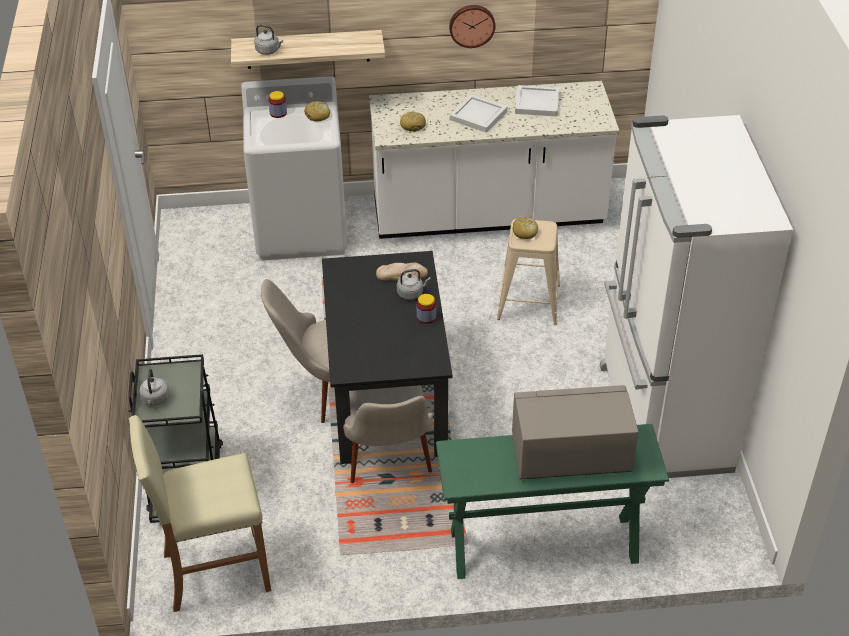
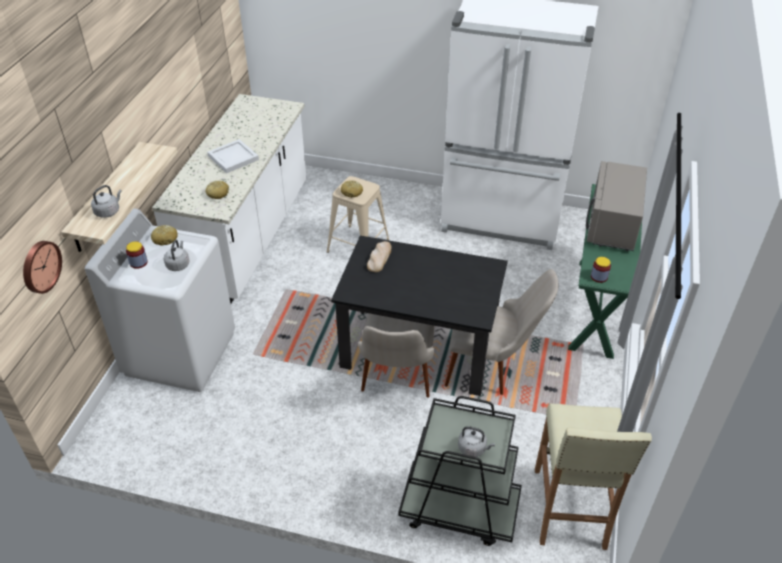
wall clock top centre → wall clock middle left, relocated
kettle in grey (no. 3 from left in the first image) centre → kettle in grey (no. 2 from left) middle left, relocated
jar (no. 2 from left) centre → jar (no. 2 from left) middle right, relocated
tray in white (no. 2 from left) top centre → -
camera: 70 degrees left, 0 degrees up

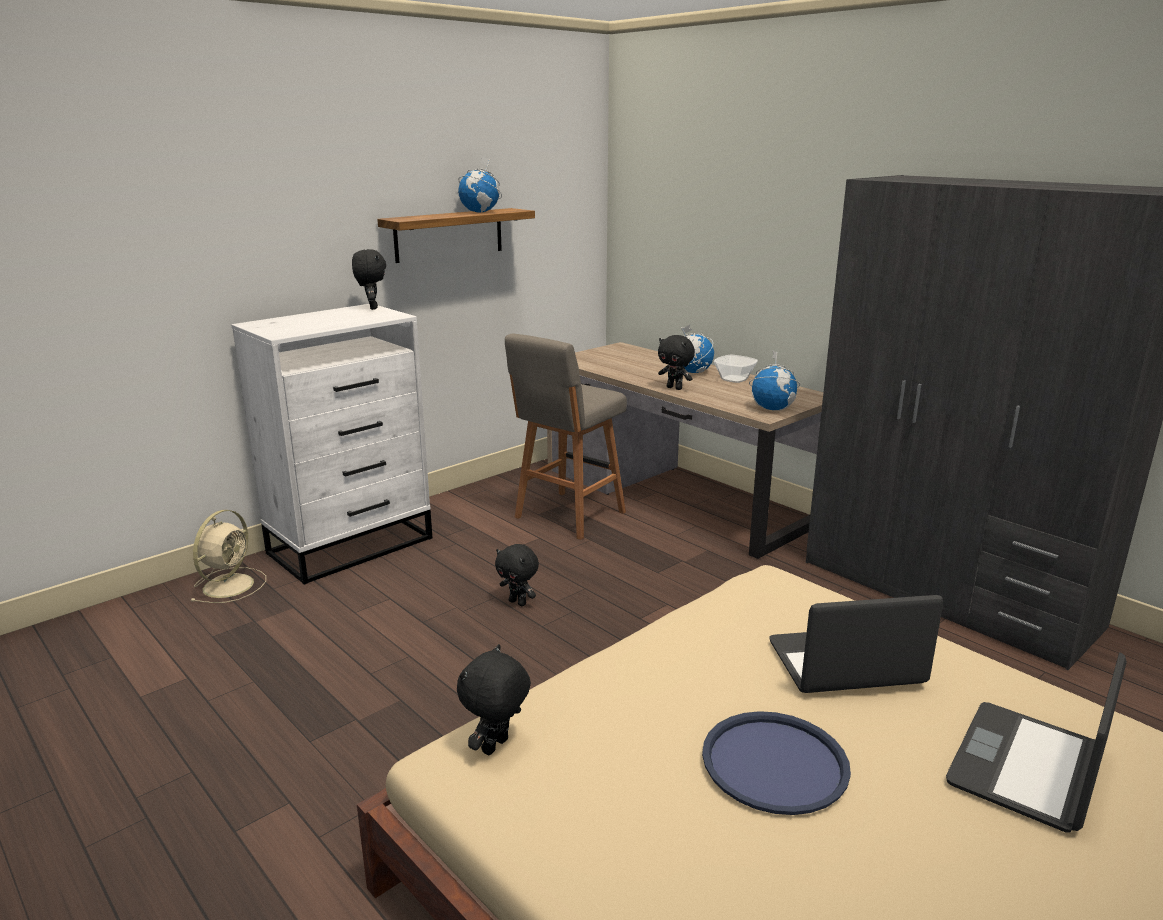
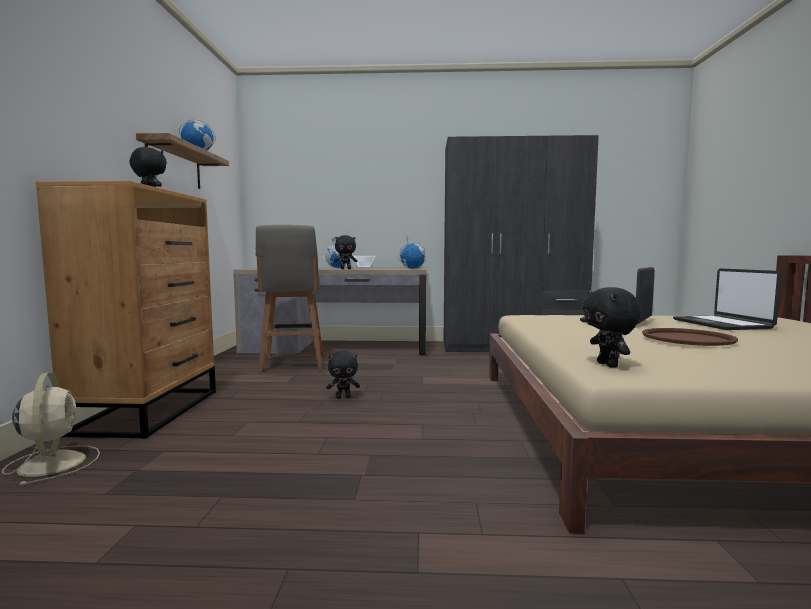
dresser in white middle left → dresser in brown middle left
tray in blue bottom right → tray in brown middle right
camera: 45 degrees left, 15 degrees down

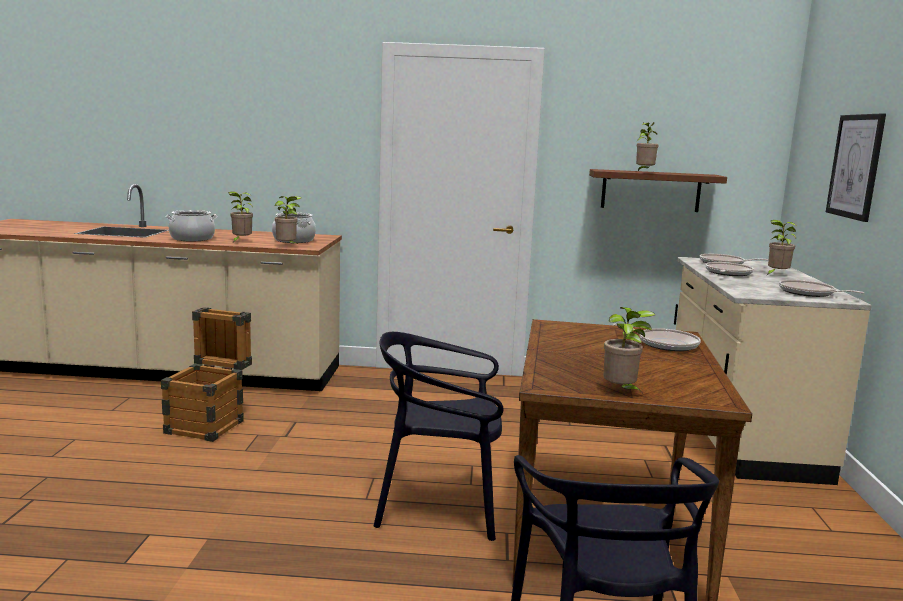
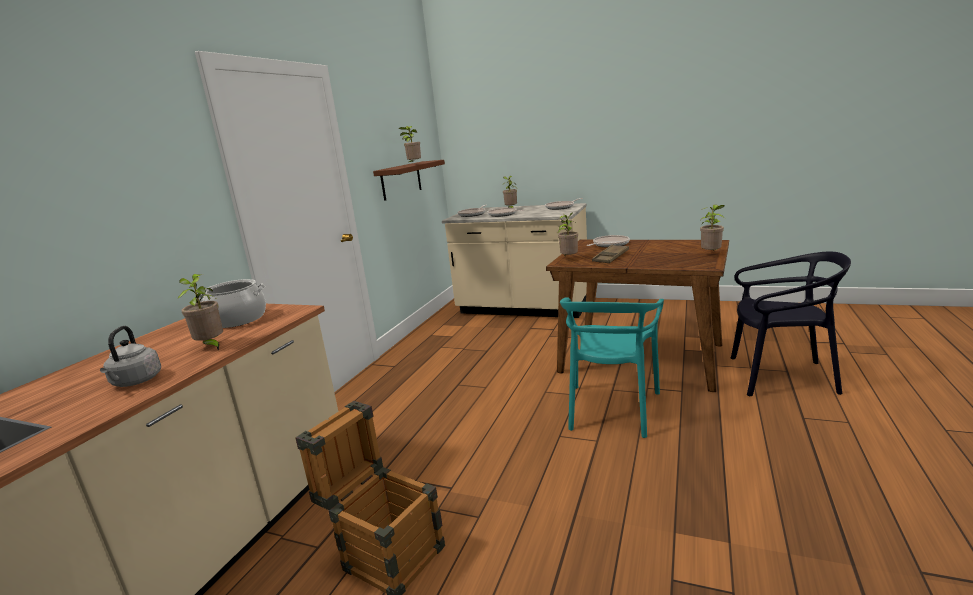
cooking pot (no. 1 from left) middle left → kettle in grey middle left
potted plant (no. 2 from left in the first image) middle left → potted plant (no. 4 from left) centre, relocated
chair in black (no. 1 from left) bottom centre → chair in turquoise centre
- → tray in brown centre
picture top right → -
camera: 70 degrees left, 5 degrees up

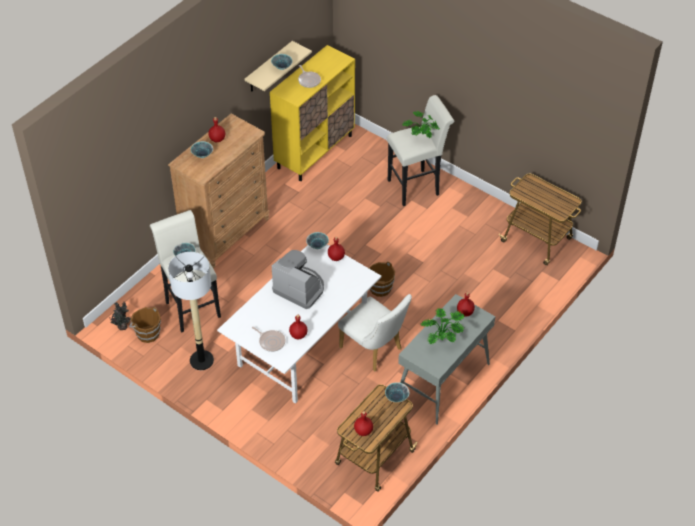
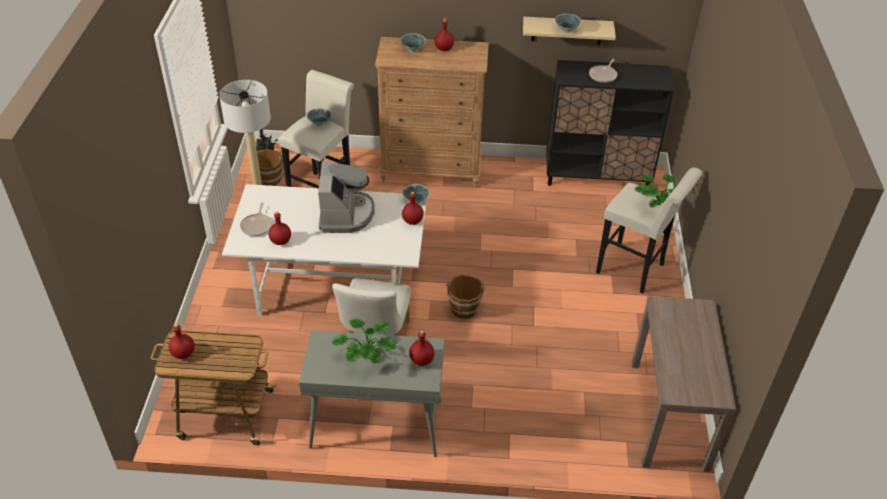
cabinet in yellow top centre → cabinet in black top right
cart (no. 2 from left) middle right → console table in brown bottom right
bowl (no. 5 from left) bottom centre → -
camera: 55 degrees right, 5 degrees down

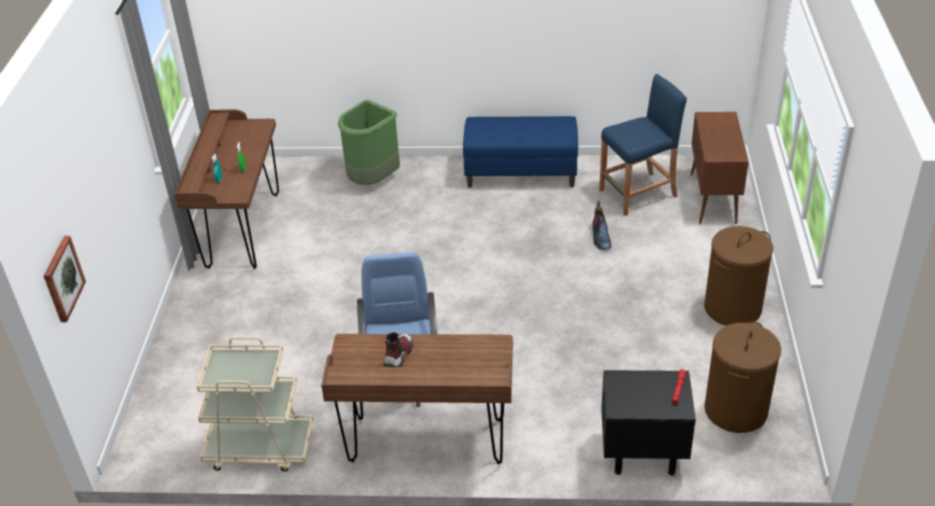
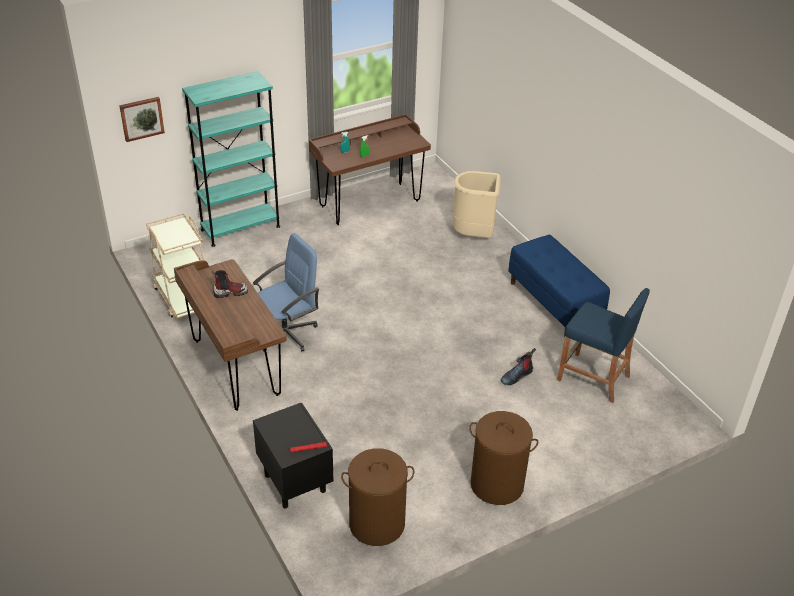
- → bookcase in turquoise top left
trash can in green top centre → trash can in beige centre
cabinet in brown top right → -
camera: 55 degrees right, 0 degrees up

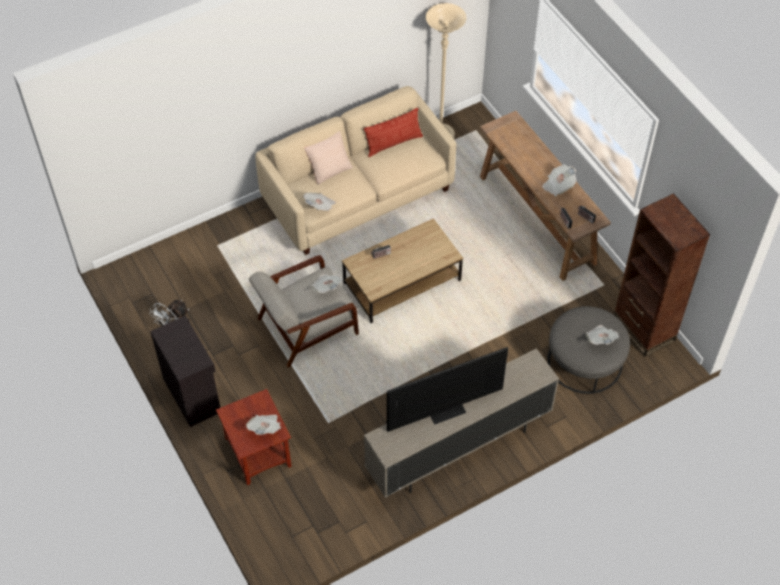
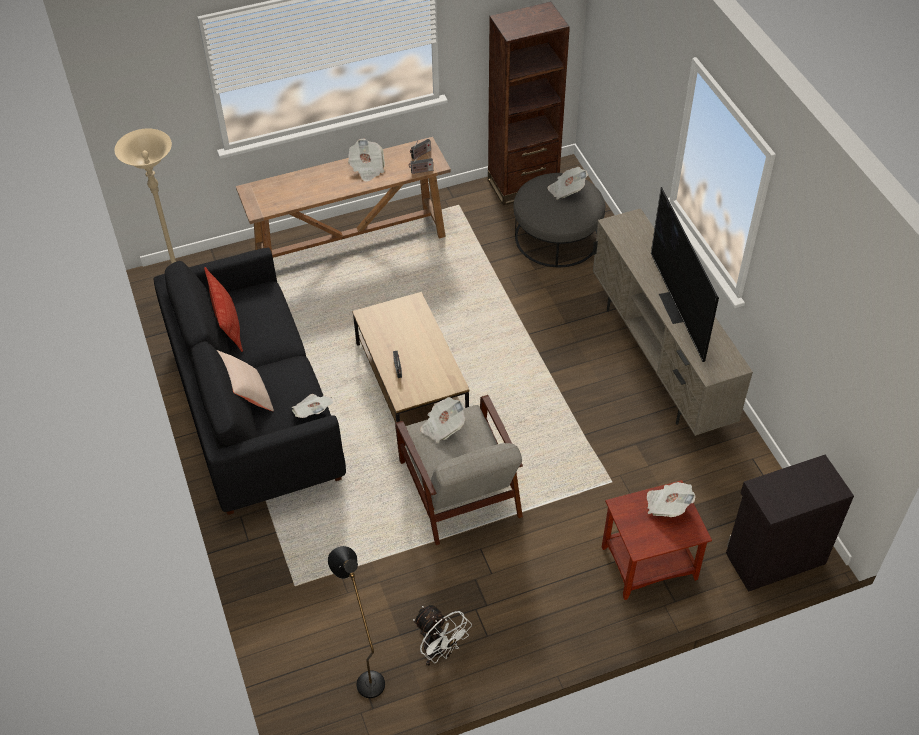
sofa in beige top centre → sofa in black middle left
- → floor lamp in black bottom centre
cabinet in black middle left → cabinet in black bottom right, relocated
camera: 80 degrees left, 5 degrees down

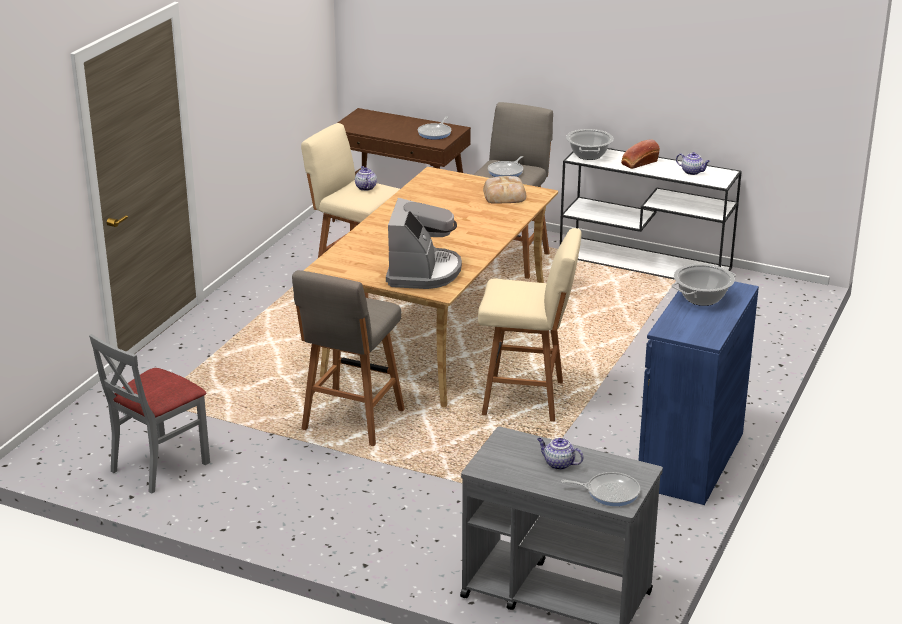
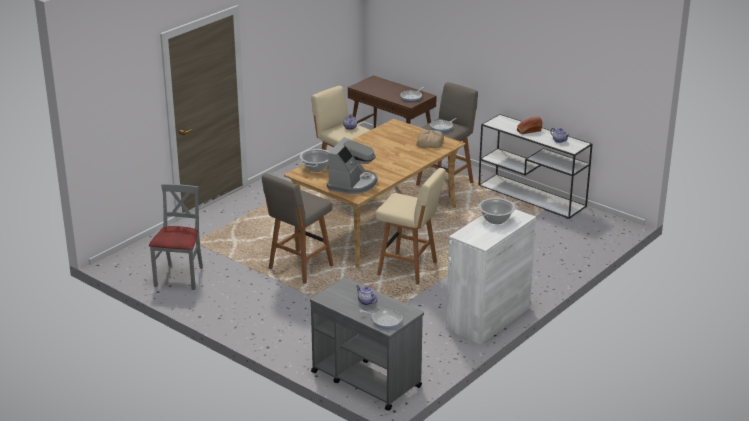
chair in grey middle left, 135 degrees clockwise
cooking pot (no. 1 from left) top centre → cooking pot (no. 1 from left) centre, relocated
cabinet in blue middle right → cabinet in white centre
camera: 15 degrees right, 0 degrees up

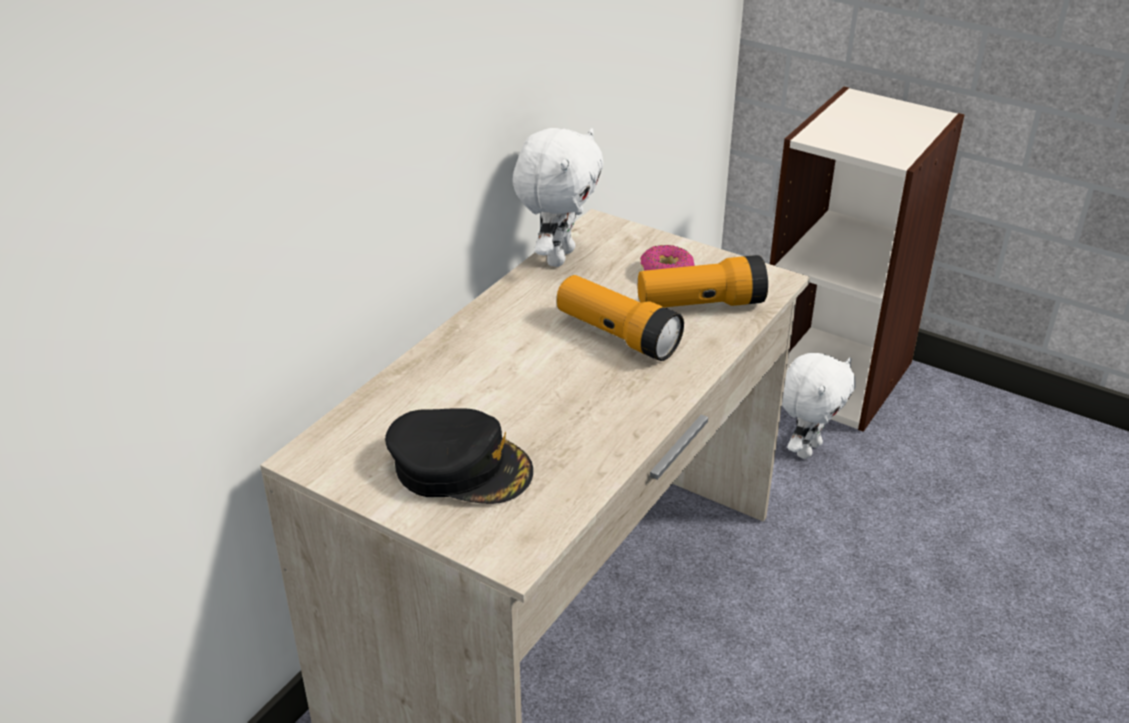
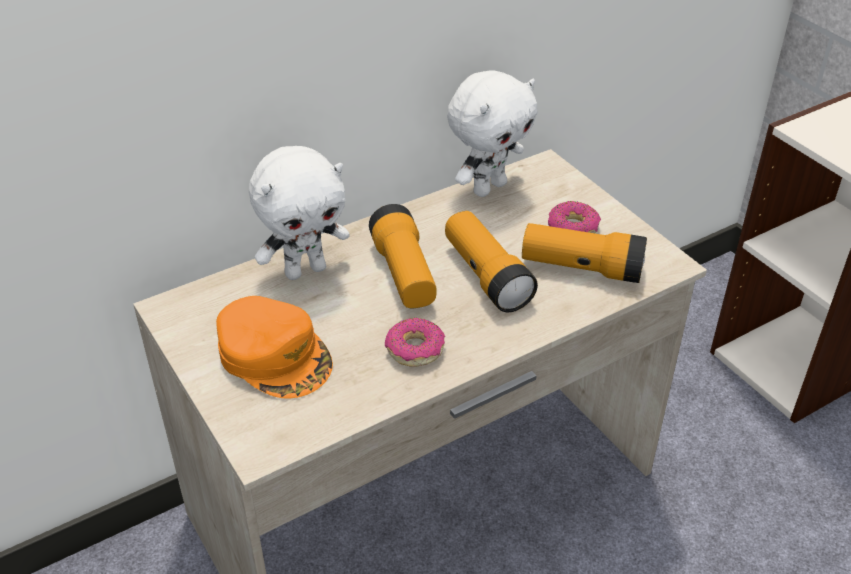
cap in black centre → cap in orange middle left
plush toy in white (no. 2 from left in the first image) middle right → plush toy in white (no. 1 from left) centre, relocated
- → flashlight (no. 1 from left) centre
- → donut (no. 1 from left) centre
camera: 25 degrees right, 5 degrees up

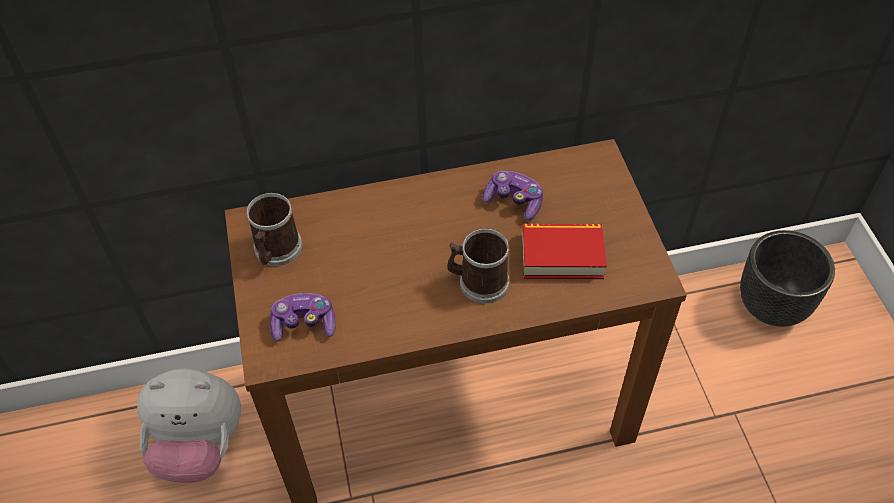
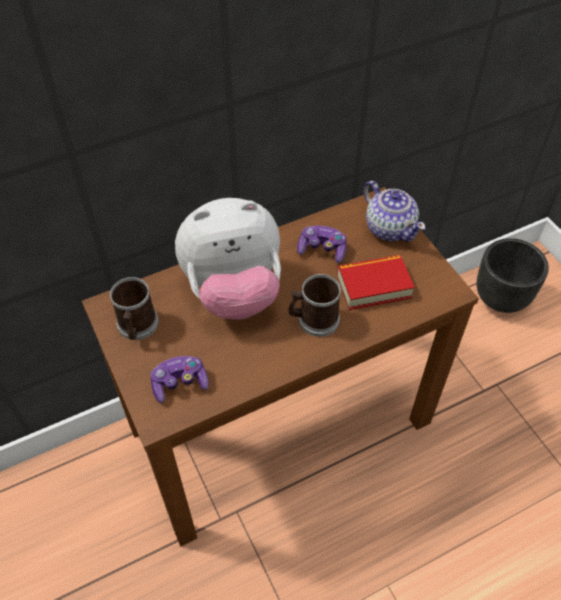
plush toy bottom left → plush toy centre, relocated
- → teapot middle right
camera: 15 degrees left, 0 degrees up

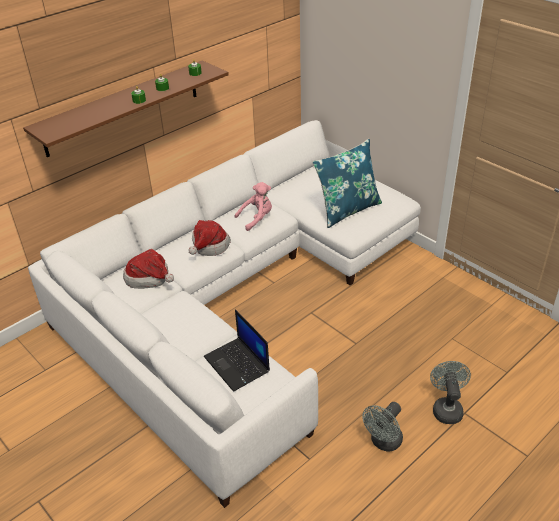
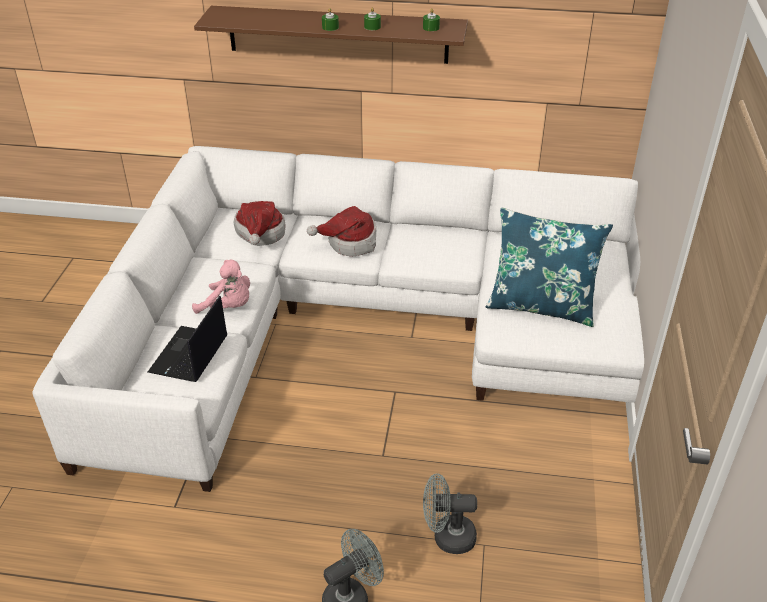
plush toy in pink centre → plush toy in pink middle left, relocated
fan in grey (no. 1 from left in the first image) bottom right → fan in grey (no. 2 from left) bottom centre, relocated
camera: 50 degrees right, 0 degrees up

